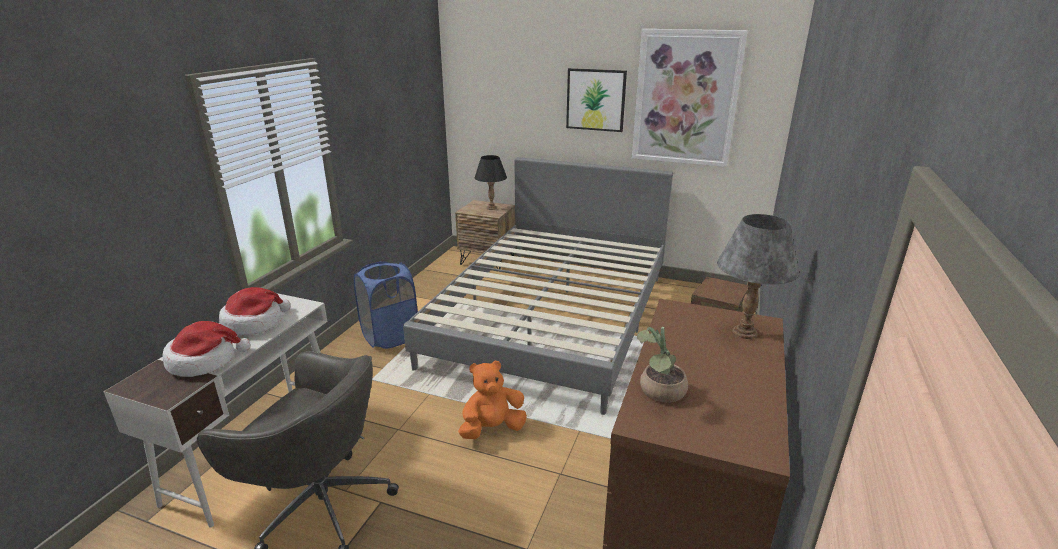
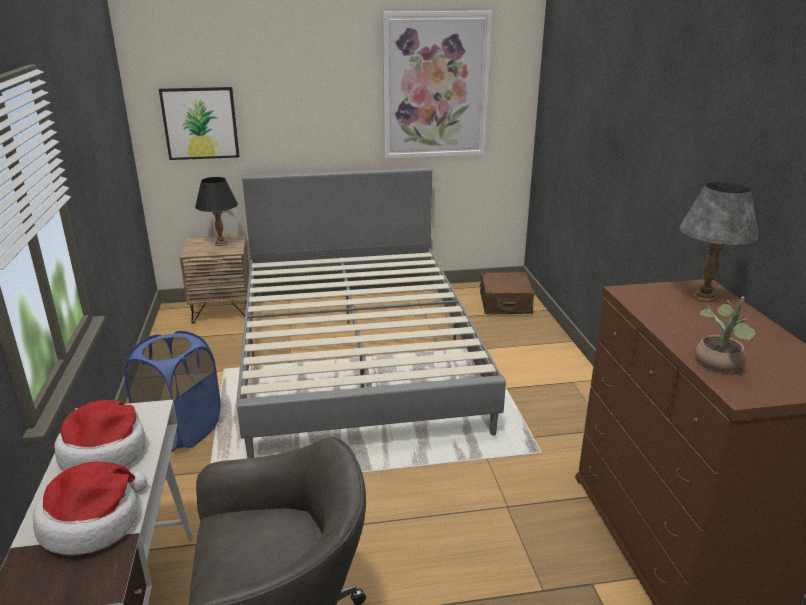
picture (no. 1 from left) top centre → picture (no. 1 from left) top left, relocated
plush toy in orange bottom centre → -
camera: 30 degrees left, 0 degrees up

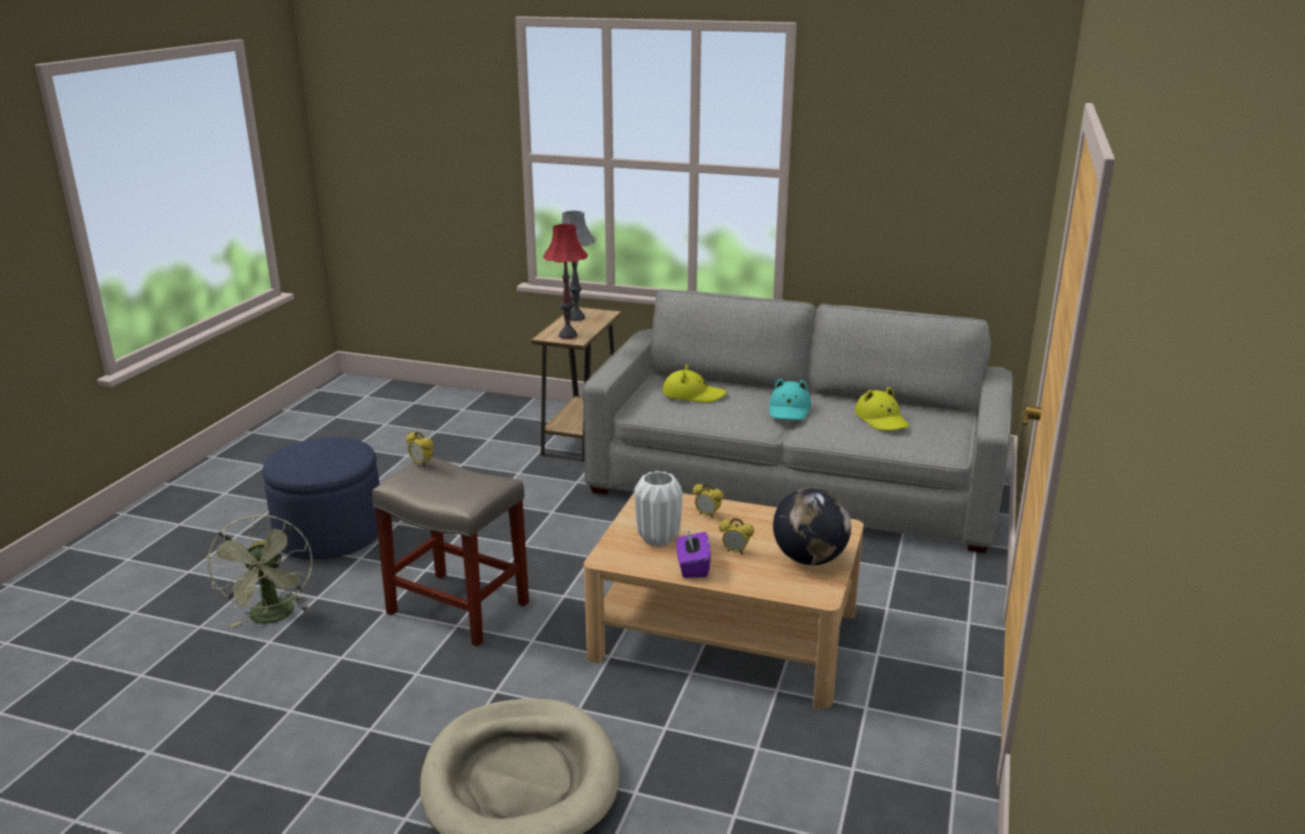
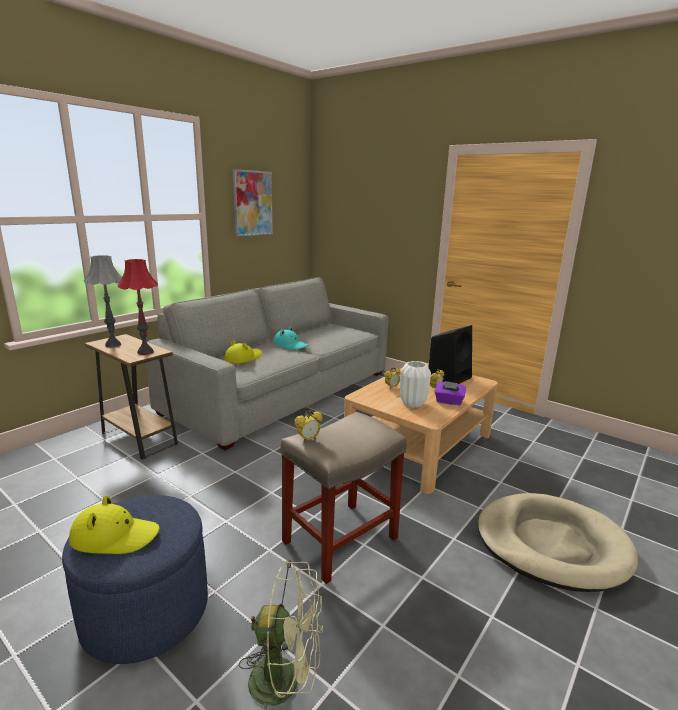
hat in yellow (no. 2 from left in the first image) middle right → hat in yellow (no. 1 from left) bottom left, relocated
- → picture top centre
globe centre → speaker in black centre
camera: 70 degrees left, 5 degrees down

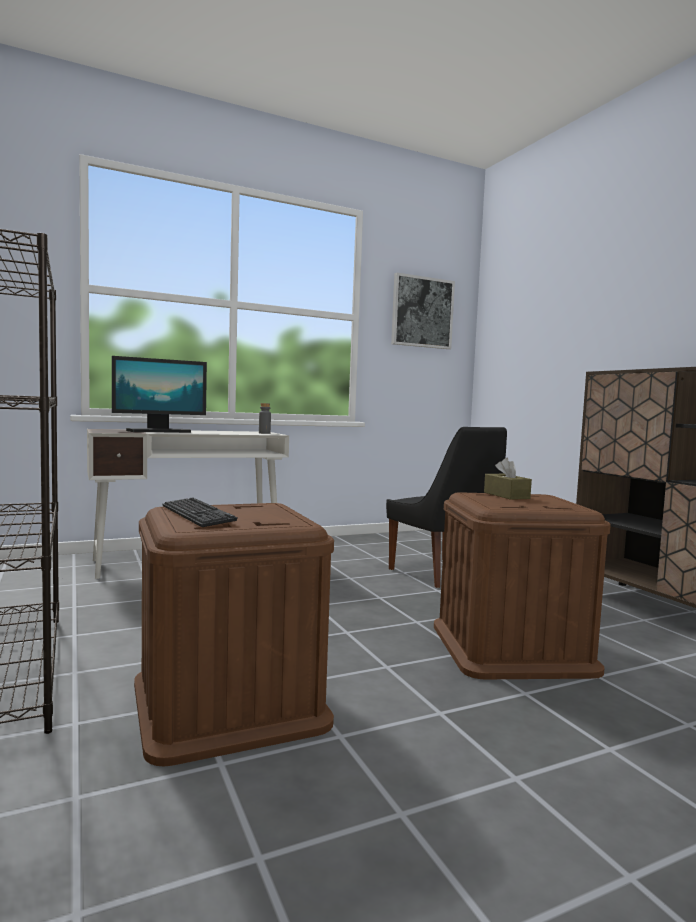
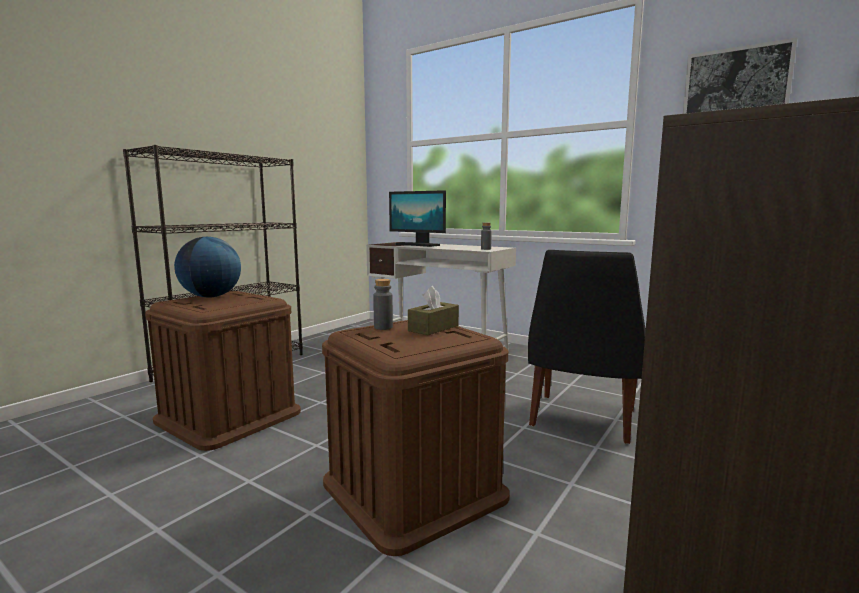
keyboard middle left → globe middle left
- → bottle in grey (no. 1 from left) centre
camera: 60 degrees right, 5 degrees up

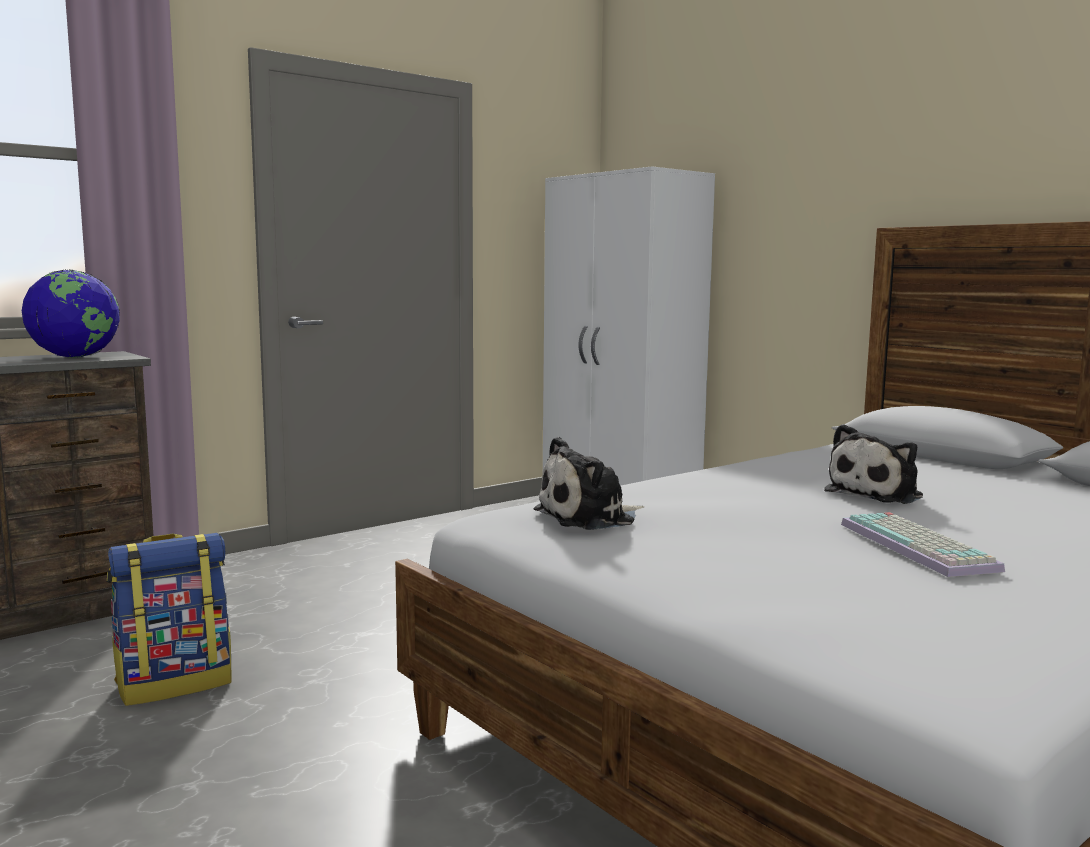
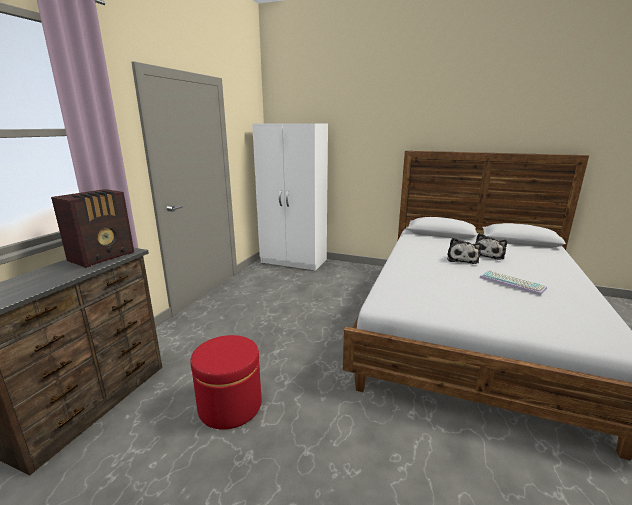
globe middle left → radio middle left
backpack bottom left → ottoman in red bottom centre
plush toy (no. 1 from left in the first image) centre → plush toy (no. 2 from left) middle right, relocated
camera: 30 degrees left, 10 degrees up

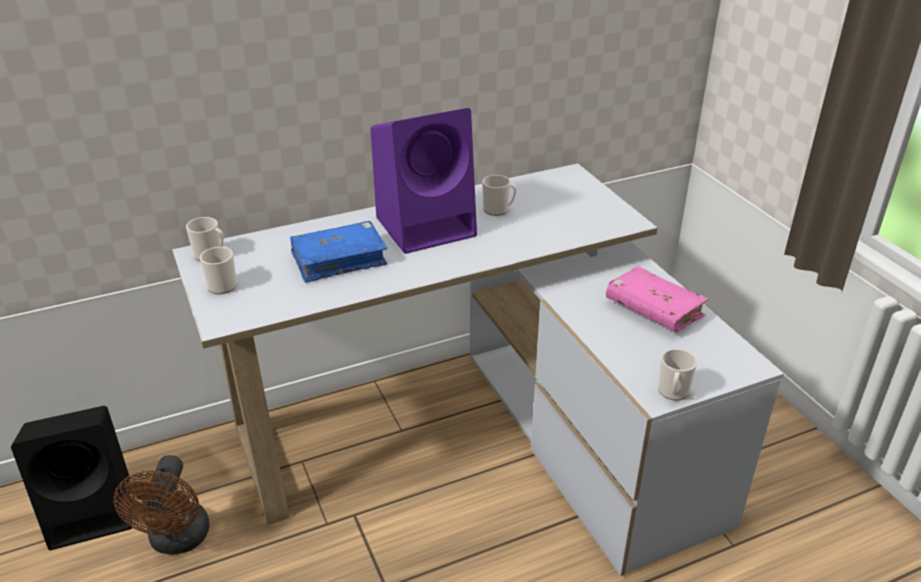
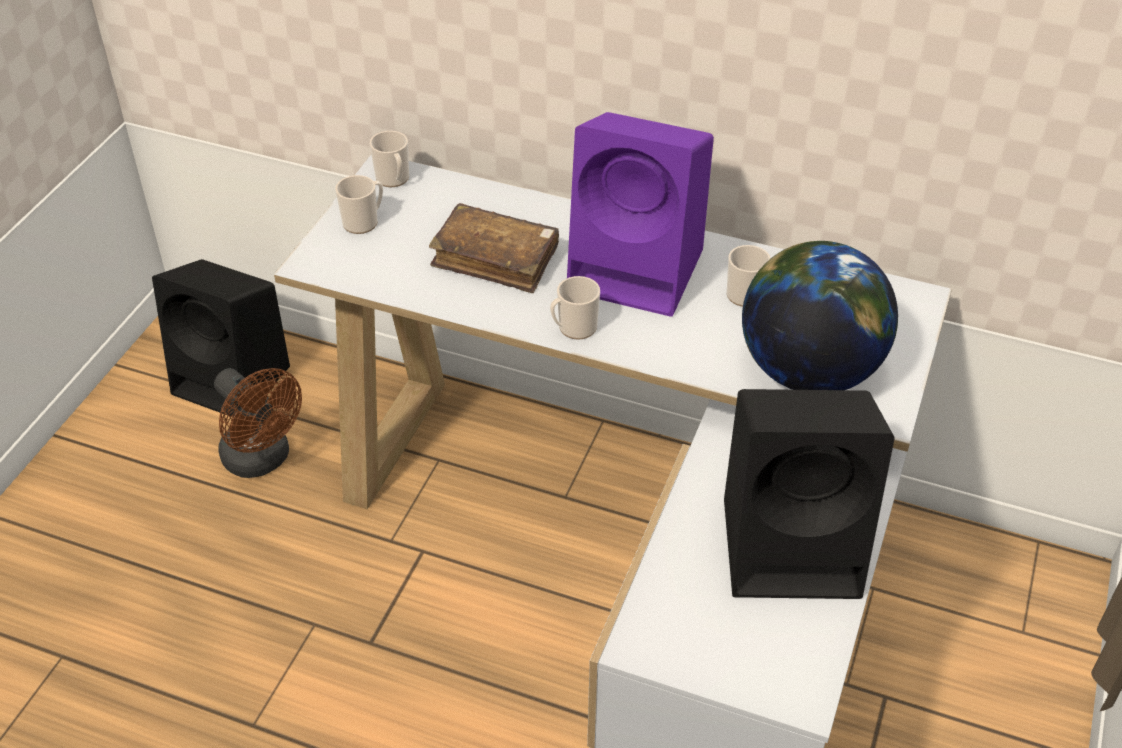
fan in brown bottom left → fan in brown middle left, 90 degrees counterclockwise
book in blue centre → book in brown top centre
mug (no. 4 from left in the first image) middle right → mug (no. 3 from left) centre, relocated
book in pink middle right → speaker in black (no. 2 from left) middle right
- → globe middle right
camera: 45 degrees right, 10 degrees up

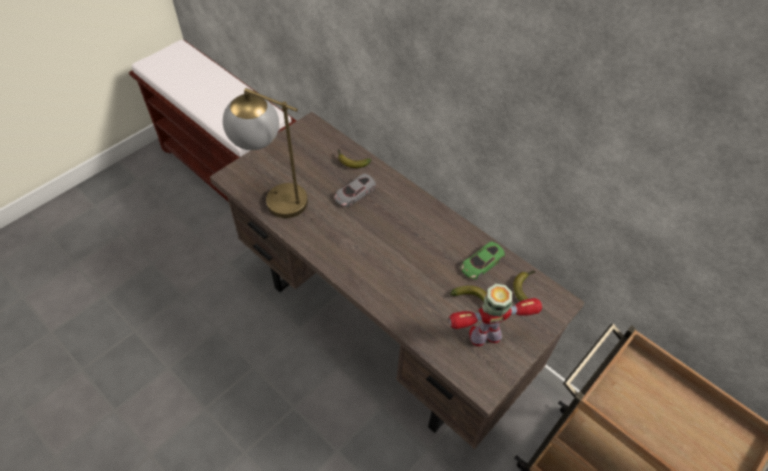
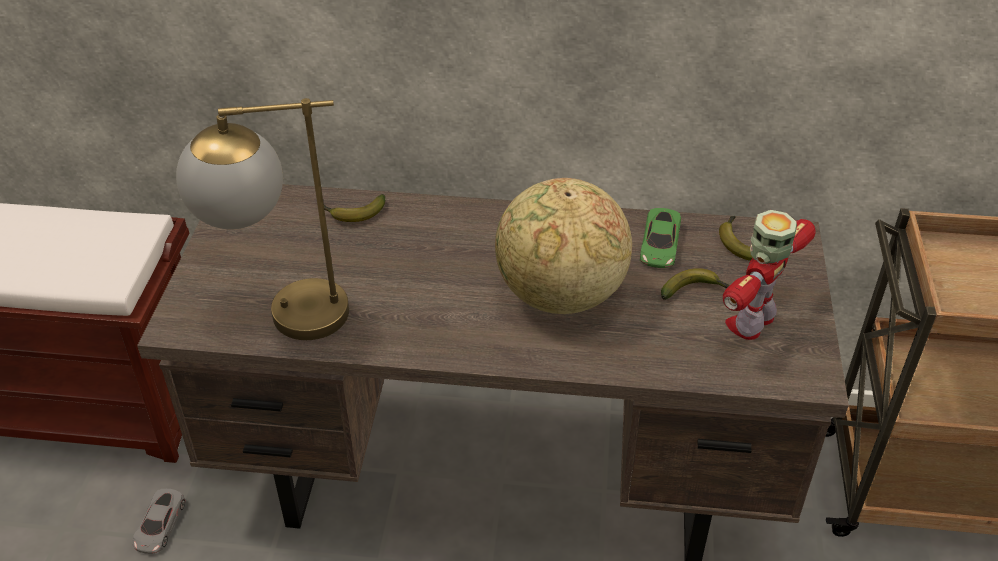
toy car in grey centre → toy car in grey bottom left, relocated
- → globe centre
camera: 35 degrees left, 10 degrees down

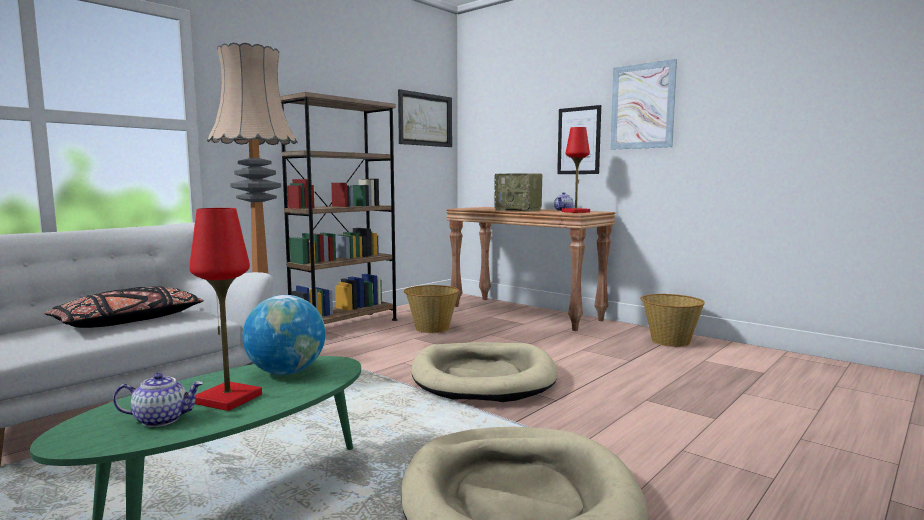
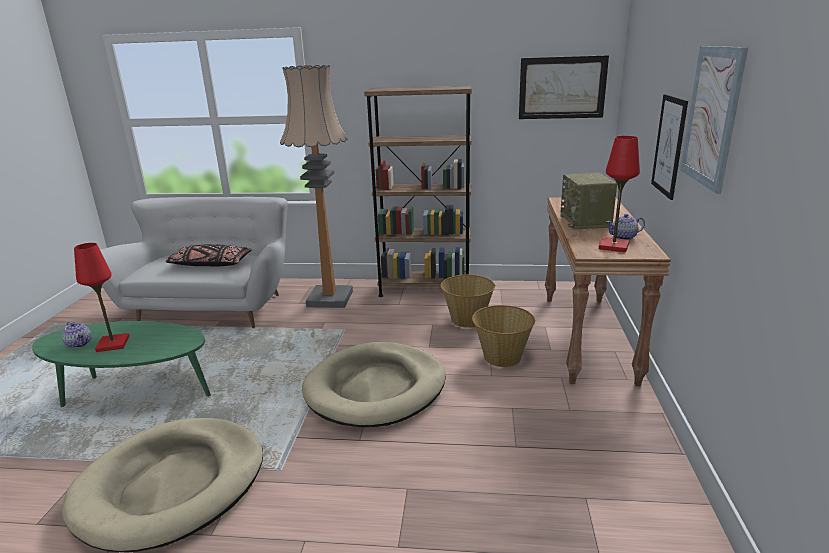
basket (no. 2 from left) middle right → basket (no. 2 from left) centre, relocated
globe middle left → -
camera: 55 degrees right, 15 degrees up

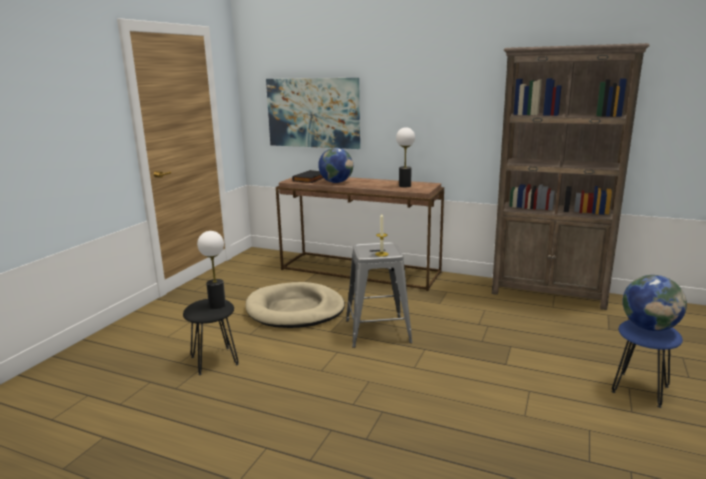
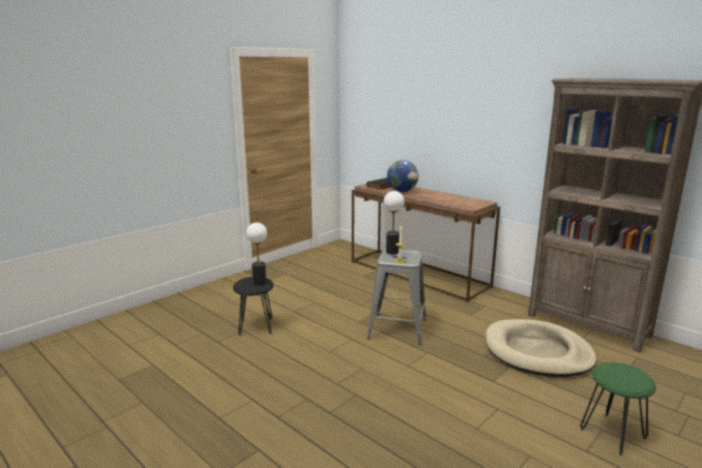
table lamp (no. 2 from left) top centre → table lamp (no. 2 from left) centre, relocated
dog bed in beige centre → dog bed in beige bottom right, relocated
stool in blue bottom right → stool in green bottom right
picture top centre → -
globe (no. 2 from left) middle right → -
camera: 20 degrees right, 0 degrees up

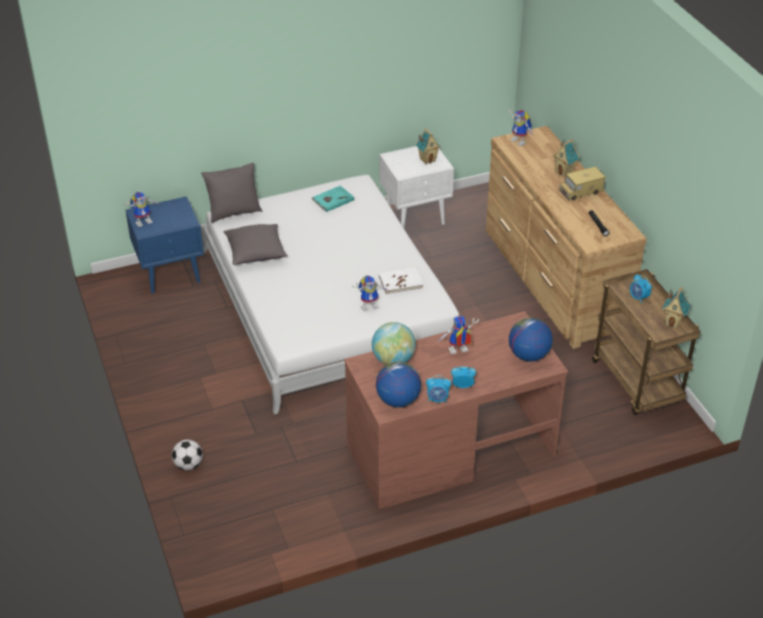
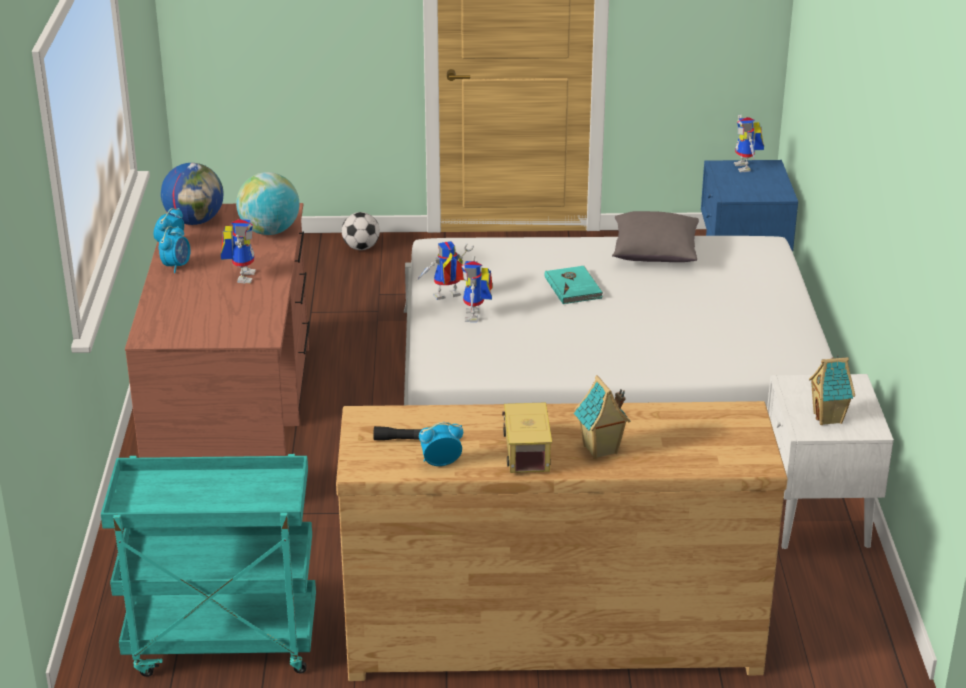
cart in brown middle right → cart in turquoise bottom left
toy robot (no. 4 from left in the first image) top right → toy robot (no. 2 from left) centre, relocated
alarm clock (no. 3 from left) middle right → alarm clock (no. 3 from left) centre, relocated
book in turquoise top centre → book in turquoise centre, relocated
pillow in grey (no. 1 from left) top left → -
book in white centre → -
globe (no. 3 from left) middle right → -
toy house (no. 3 from left) middle right → -
camera: 110 degrees right, 10 degrees down

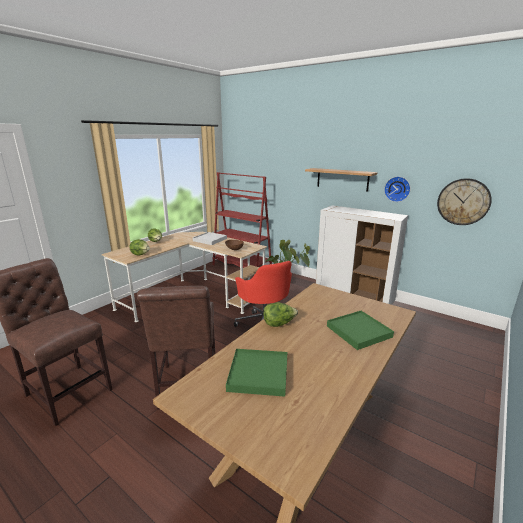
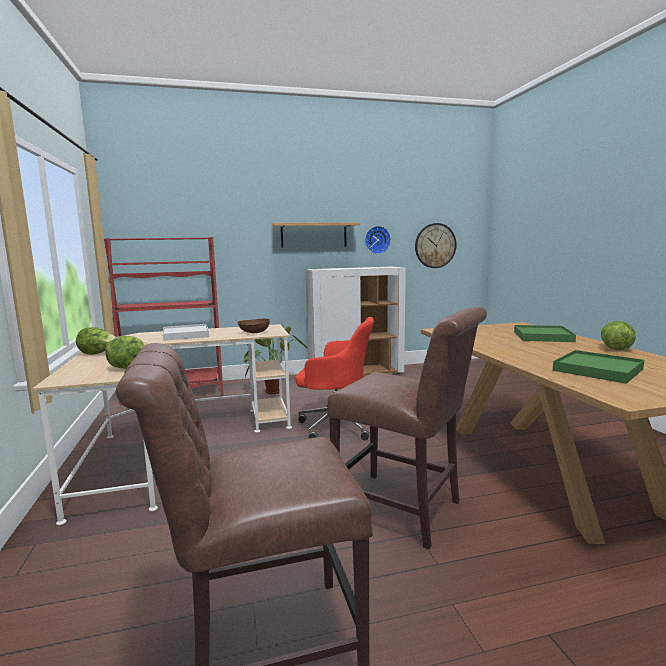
lettuce (no. 3 from left) centre → lettuce (no. 3 from left) middle right, relocated
camera: 50 degrees left, 10 degrees down

